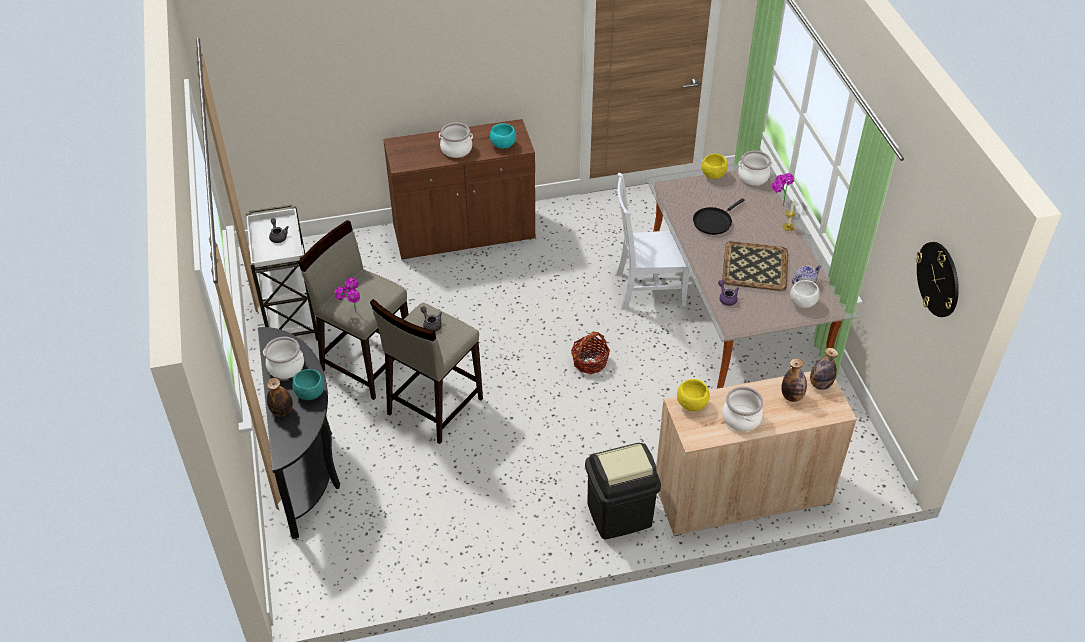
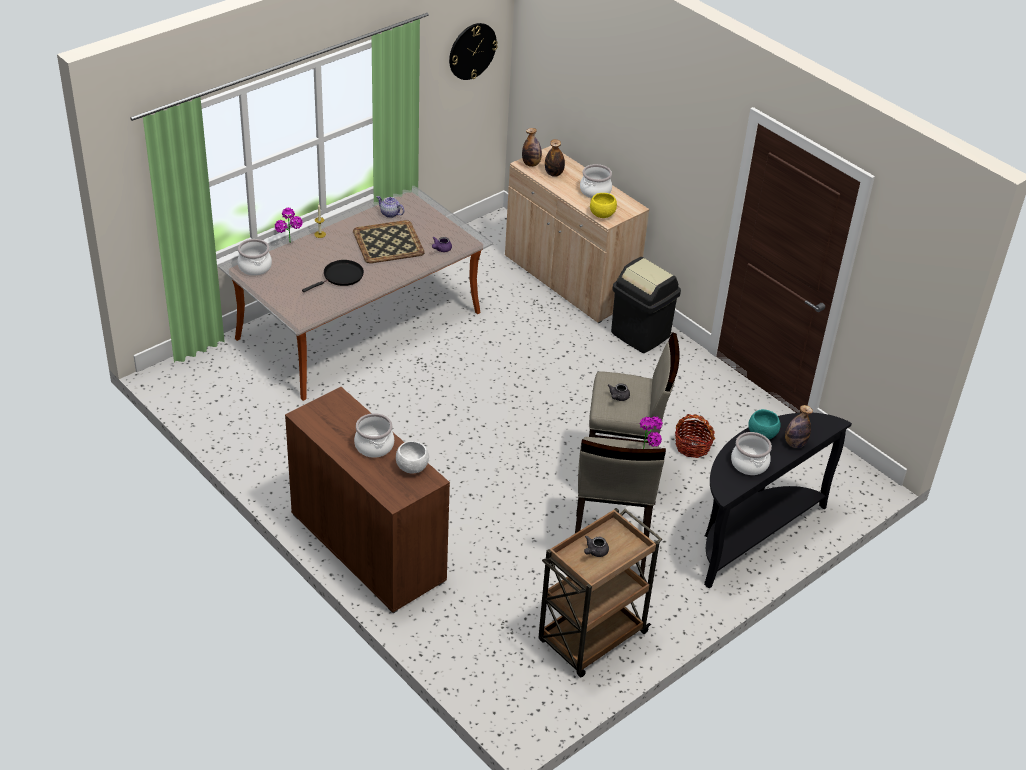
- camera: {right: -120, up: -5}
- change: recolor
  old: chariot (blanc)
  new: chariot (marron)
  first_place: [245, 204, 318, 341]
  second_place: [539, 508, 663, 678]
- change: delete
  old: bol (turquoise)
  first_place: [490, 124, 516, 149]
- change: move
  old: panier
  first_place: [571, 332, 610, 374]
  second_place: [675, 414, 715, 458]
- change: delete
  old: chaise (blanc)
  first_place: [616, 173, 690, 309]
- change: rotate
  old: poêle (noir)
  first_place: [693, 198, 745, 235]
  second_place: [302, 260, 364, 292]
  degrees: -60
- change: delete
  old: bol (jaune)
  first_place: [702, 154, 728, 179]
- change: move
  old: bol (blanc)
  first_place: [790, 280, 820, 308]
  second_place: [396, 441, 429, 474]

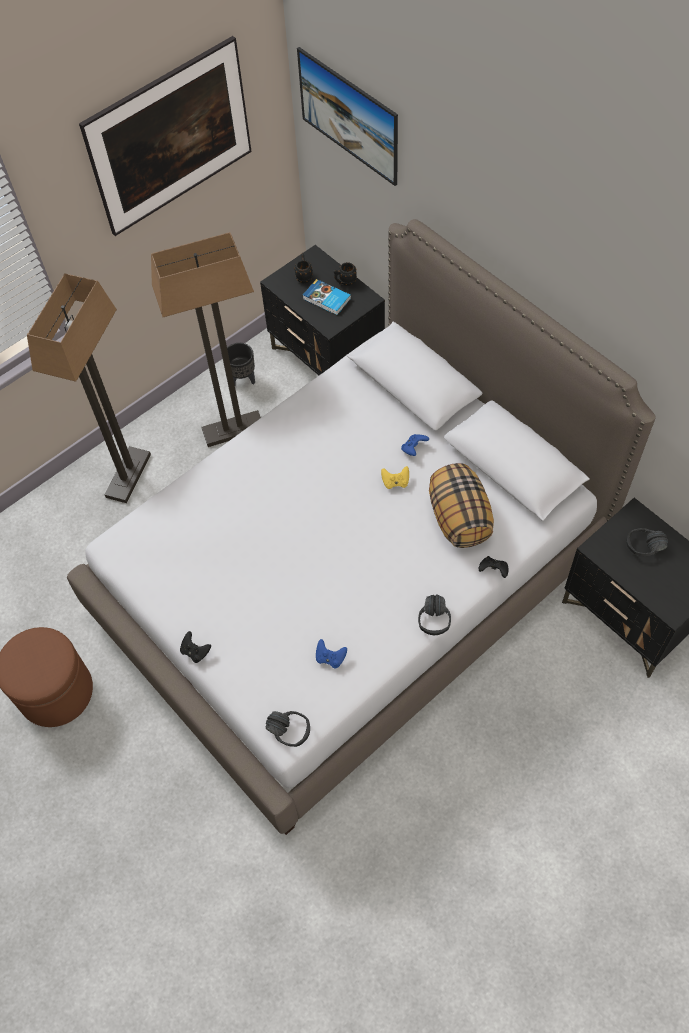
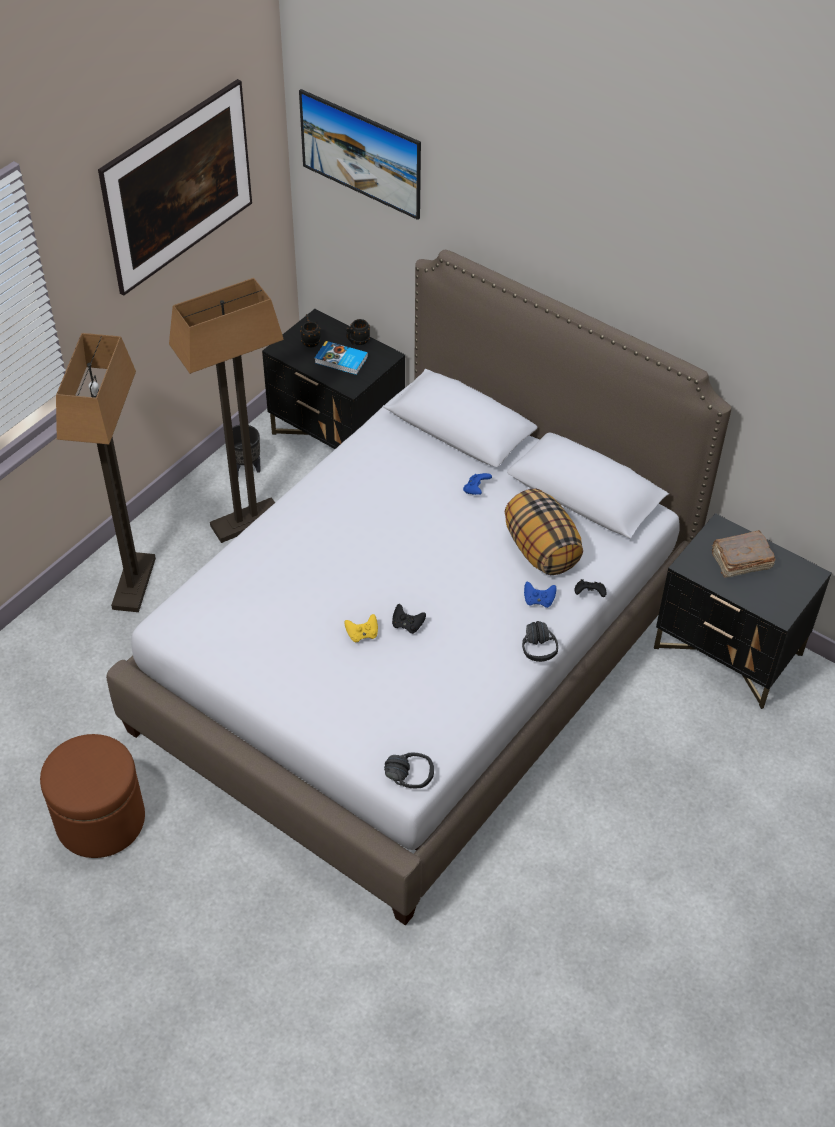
- camera: {right: -15, up: -10}
- change: move
  old: manette (noir)
  first_place: [180, 631, 211, 663]
  second_place: [392, 604, 426, 634]
- change: move
  old: manette (bleu)
  first_place: [316, 639, 347, 668]
  second_place: [524, 582, 557, 608]
- change: move
  old: manette (jaune)
  first_place: [381, 466, 409, 489]
  second_place: [345, 614, 378, 642]
- change: replace
  old: casque audio (noir)
  new: livre (marron)
  first_place: [626, 528, 668, 556]
  second_place: [712, 530, 776, 577]

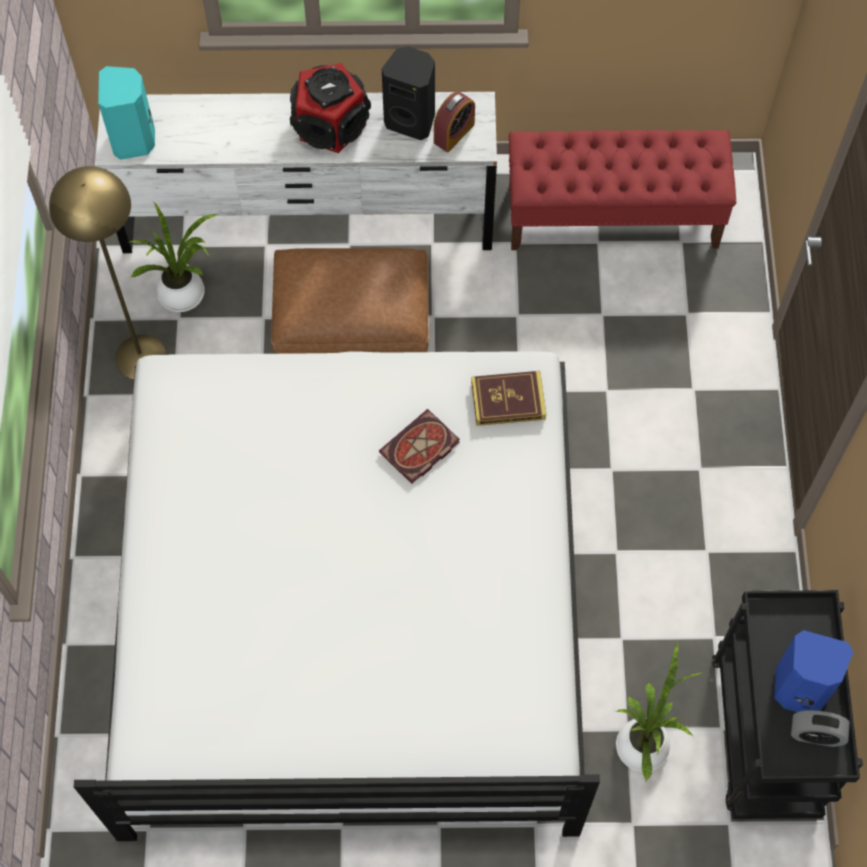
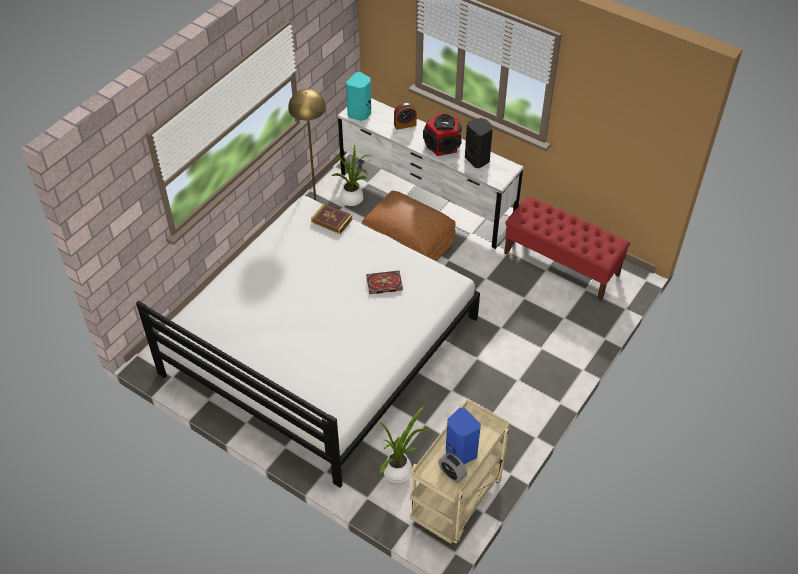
- camera: {right: 35, up: -15}
- change: move
  old: réveil
  first_place: [434, 91, 475, 152]
  second_place: [394, 102, 417, 130]
- change: move
  old: livre
  first_place: [471, 371, 546, 426]
  second_place: [311, 204, 353, 234]
- change: recolor
  old: chariot (noir)
  new: chariot (beige)
  first_place: [712, 590, 863, 819]
  second_place: [410, 399, 510, 544]

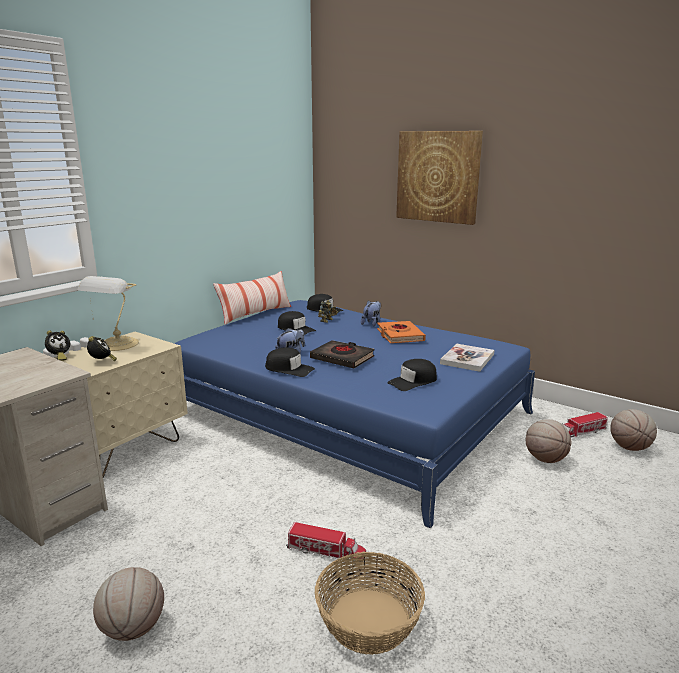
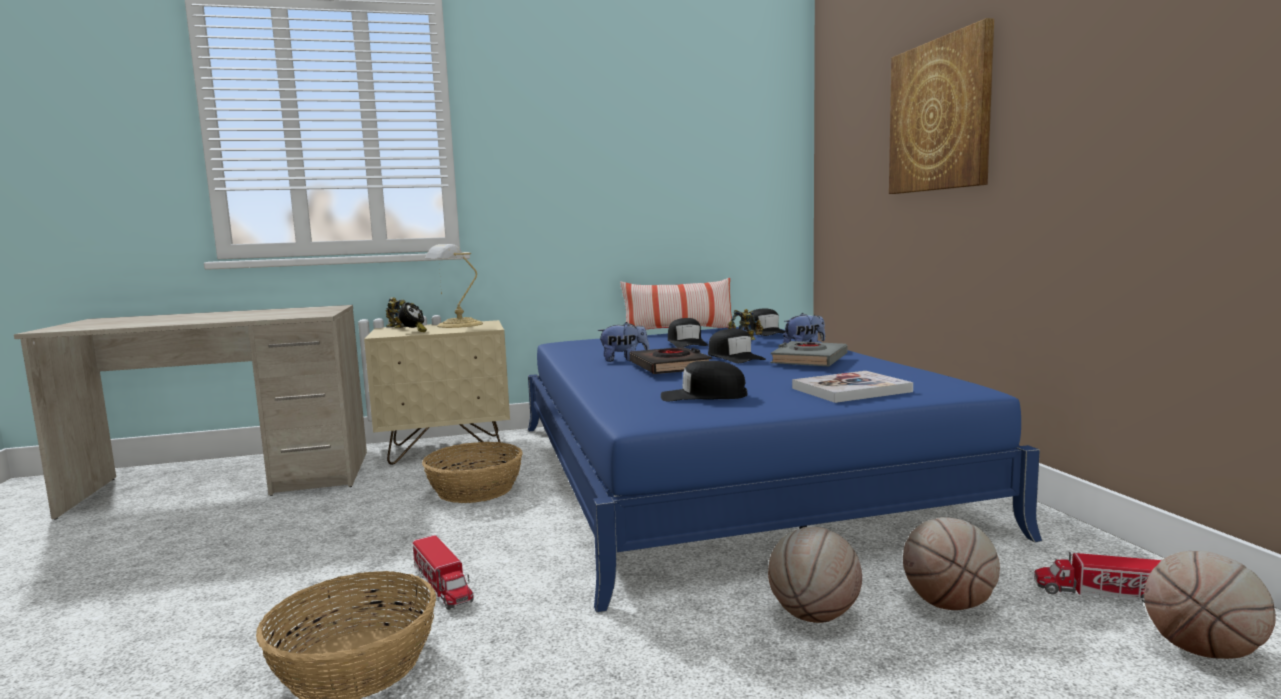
- camera: {right: 40, up: -10}
- change: replace
  old: réveil
  new: robot jouet
  first_place: [45, 330, 70, 361]
  second_place: [386, 297, 407, 328]
- change: move
  old: ballon de basket
  first_place: [93, 567, 164, 641]
  second_place: [768, 527, 862, 623]
- change: move
  old: casquette (noir)
  first_place: [265, 347, 315, 377]
  second_place: [708, 329, 766, 363]
- change: recolor
  old: livre (orange)
  new: livre (gris)
  first_place: [377, 321, 426, 343]
  second_place: [770, 341, 848, 366]
- change: insert
  new: panier
  second_place: [422, 442, 523, 503]

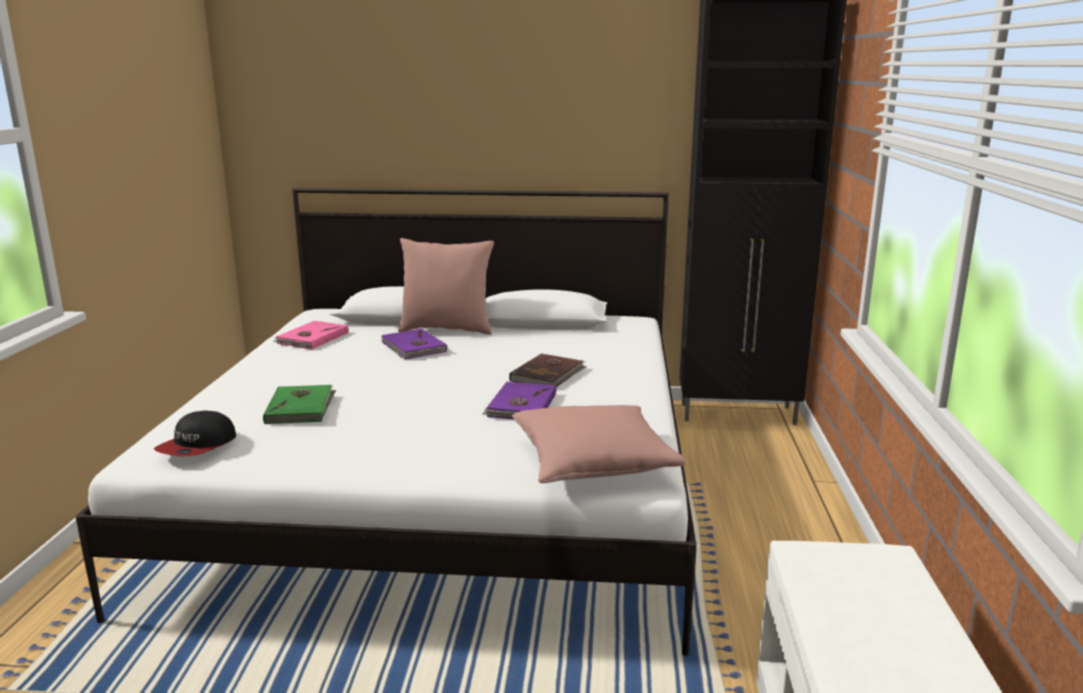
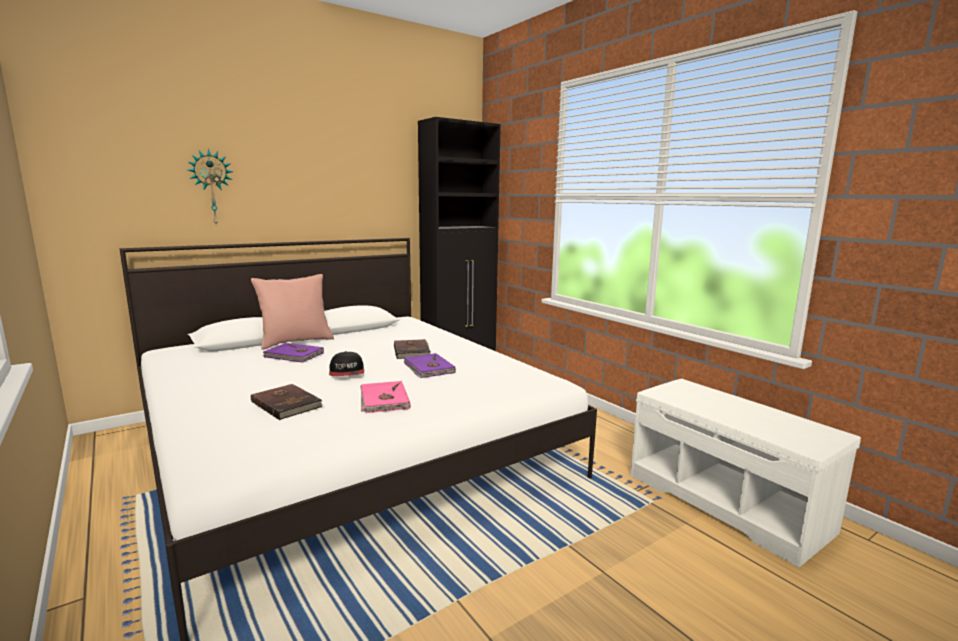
- camera: {right: -40, up: -5}
- change: move
  old: casquette
  first_place: [154, 411, 236, 456]
  second_place: [329, 351, 364, 376]
- change: recolor
  old: livre (vert)
  new: livre (marron)
  first_place: [263, 385, 336, 424]
  second_place: [251, 384, 323, 420]
- change: move
  old: livre (rose)
  first_place: [274, 321, 349, 349]
  second_place: [360, 381, 411, 413]
- change: delete
  old: coussin (rose)
  first_place: [512, 405, 687, 483]
- change: insert
  new: horloge murale
  second_place: [187, 149, 233, 226]

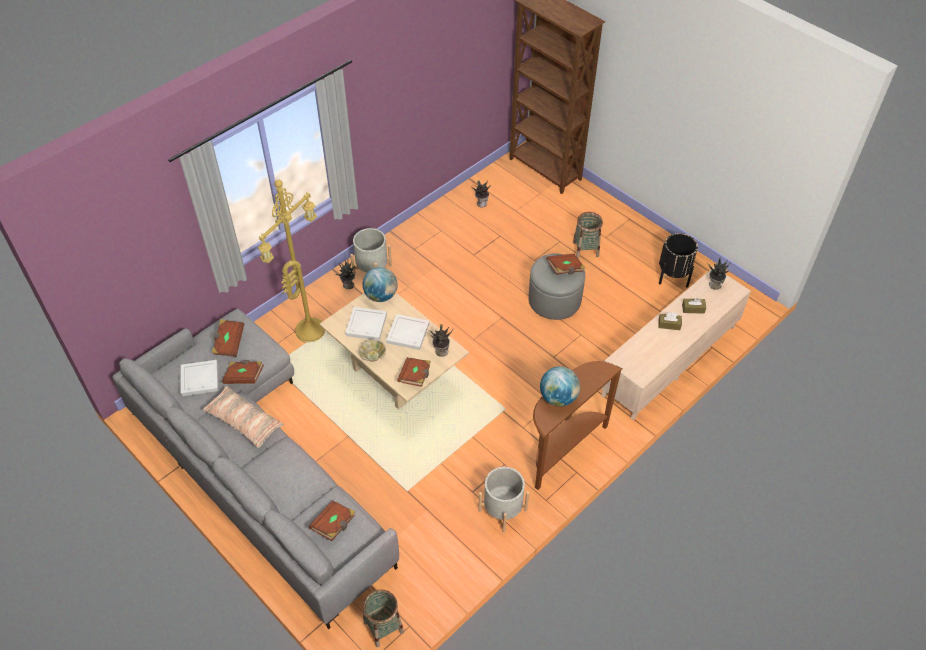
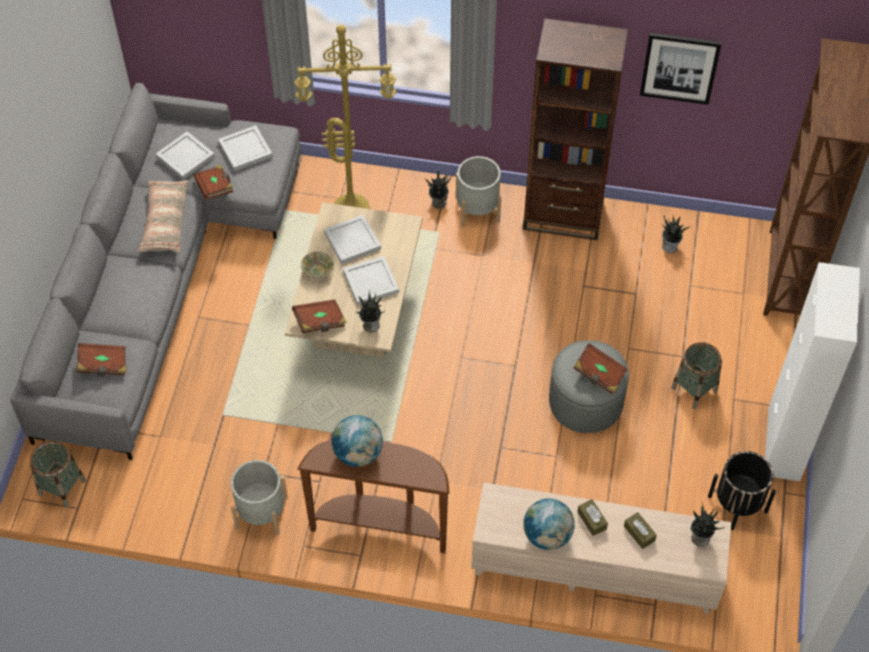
- camera: {right: 55, up: 5}
- change: replace
  old: livre (marron)
  new: plateau (blanc)
  first_place: [212, 319, 244, 357]
  second_place: [218, 125, 273, 171]
- change: move
  old: globe
  first_place: [363, 267, 398, 302]
  second_place: [523, 498, 575, 550]
- change: insert
  new: bibliothèque (marron)
  second_place: [523, 18, 628, 240]
- change: insert
  new: tableau
  second_place: [640, 33, 722, 105]
- change: insert
  new: meuble de rangement (blanc)
  second_place: [765, 262, 860, 481]

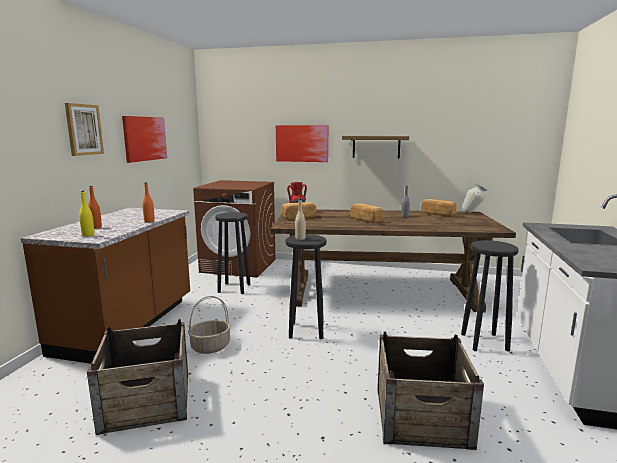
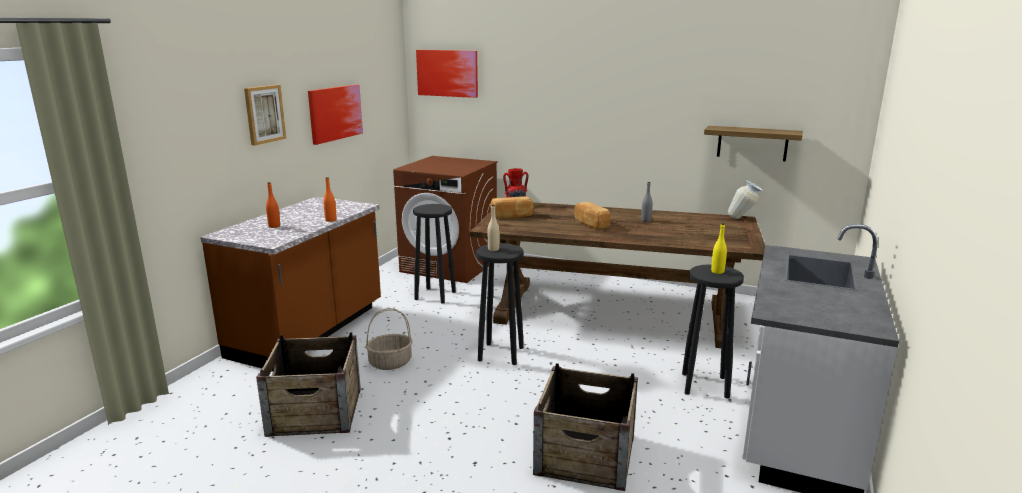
- camera: {right: 10, up: 5}
- change: move
  old: bouteille (jaune)
  first_place: [79, 190, 94, 237]
  second_place: [711, 223, 727, 274]
- change: move
  old: tableau
  first_place: [276, 125, 328, 162]
  second_place: [416, 50, 478, 98]
- change: move
  old: étagère
  first_place: [342, 136, 409, 159]
  second_place: [704, 126, 803, 161]
- change: delete
  old: pain
  first_place: [421, 199, 456, 216]

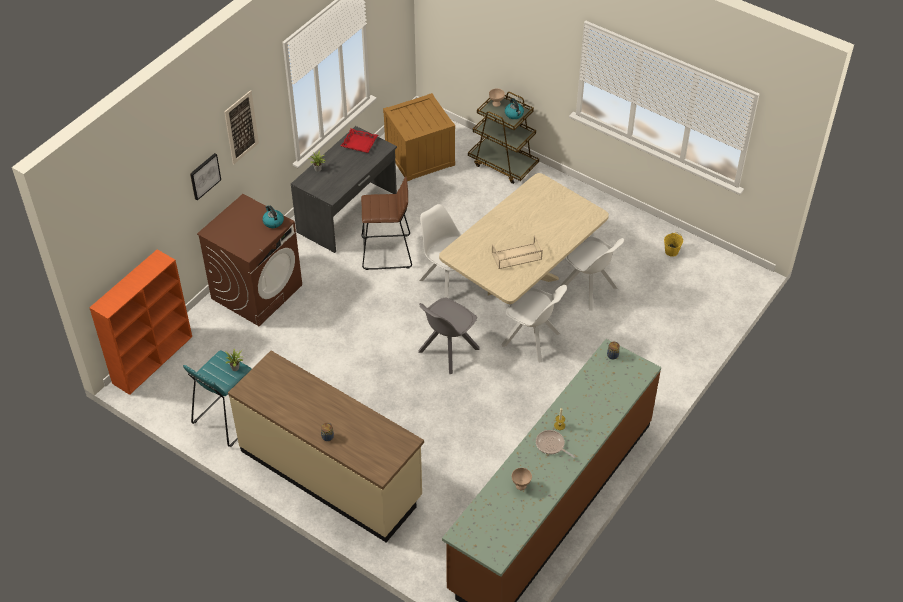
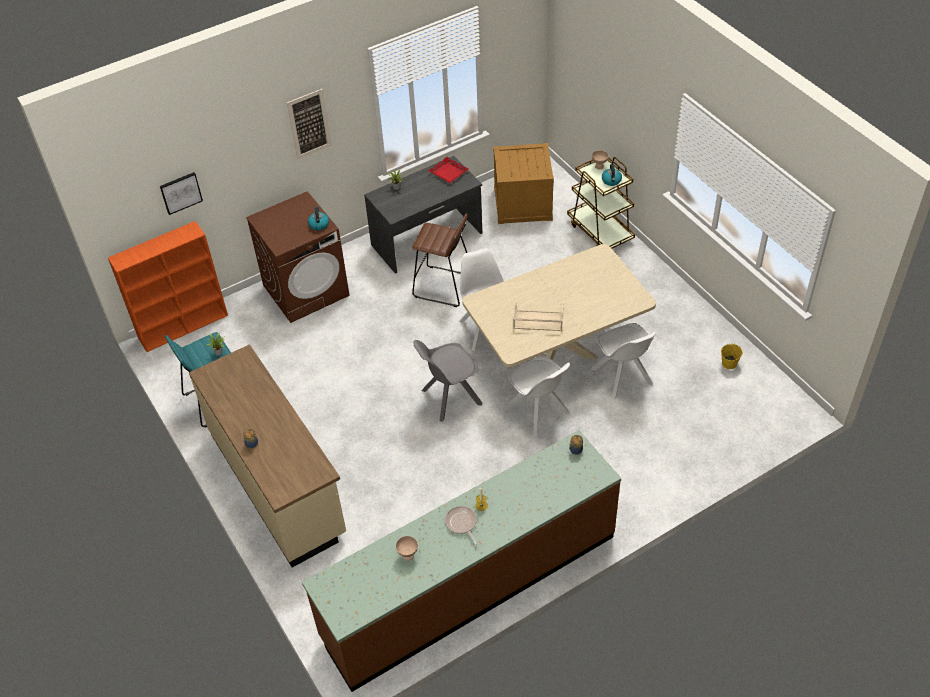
- camera: {right: 25, up: 0}
- change: move
  old: tableau
  first_place: [190, 153, 221, 200]
  second_place: [160, 172, 203, 215]

